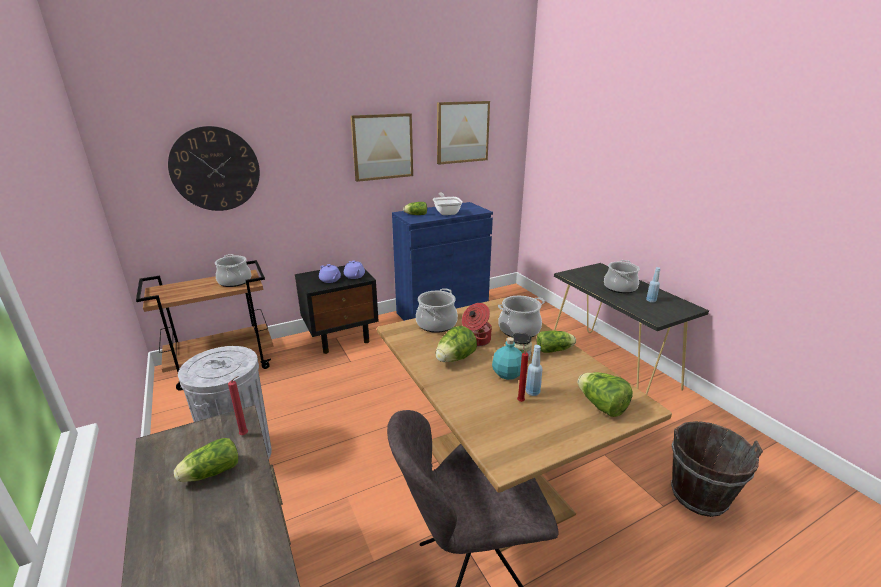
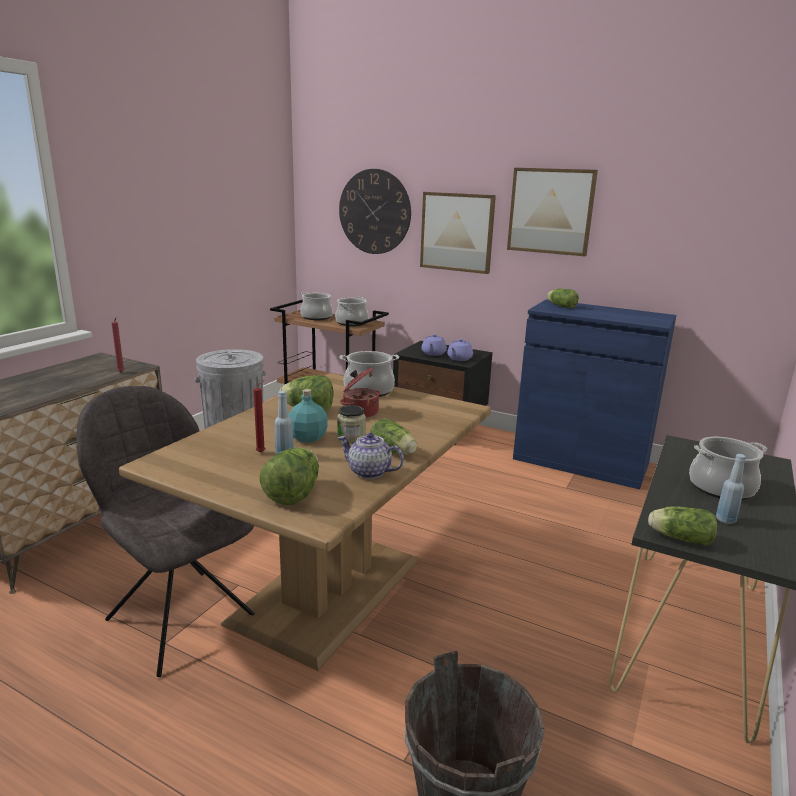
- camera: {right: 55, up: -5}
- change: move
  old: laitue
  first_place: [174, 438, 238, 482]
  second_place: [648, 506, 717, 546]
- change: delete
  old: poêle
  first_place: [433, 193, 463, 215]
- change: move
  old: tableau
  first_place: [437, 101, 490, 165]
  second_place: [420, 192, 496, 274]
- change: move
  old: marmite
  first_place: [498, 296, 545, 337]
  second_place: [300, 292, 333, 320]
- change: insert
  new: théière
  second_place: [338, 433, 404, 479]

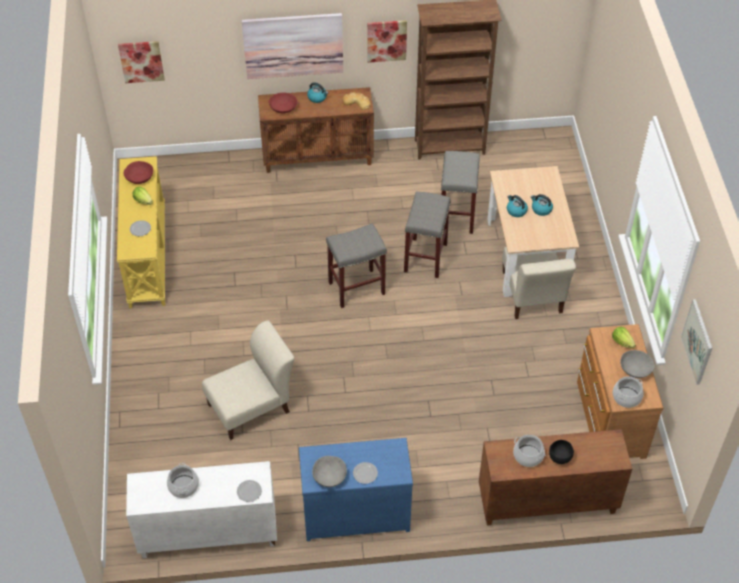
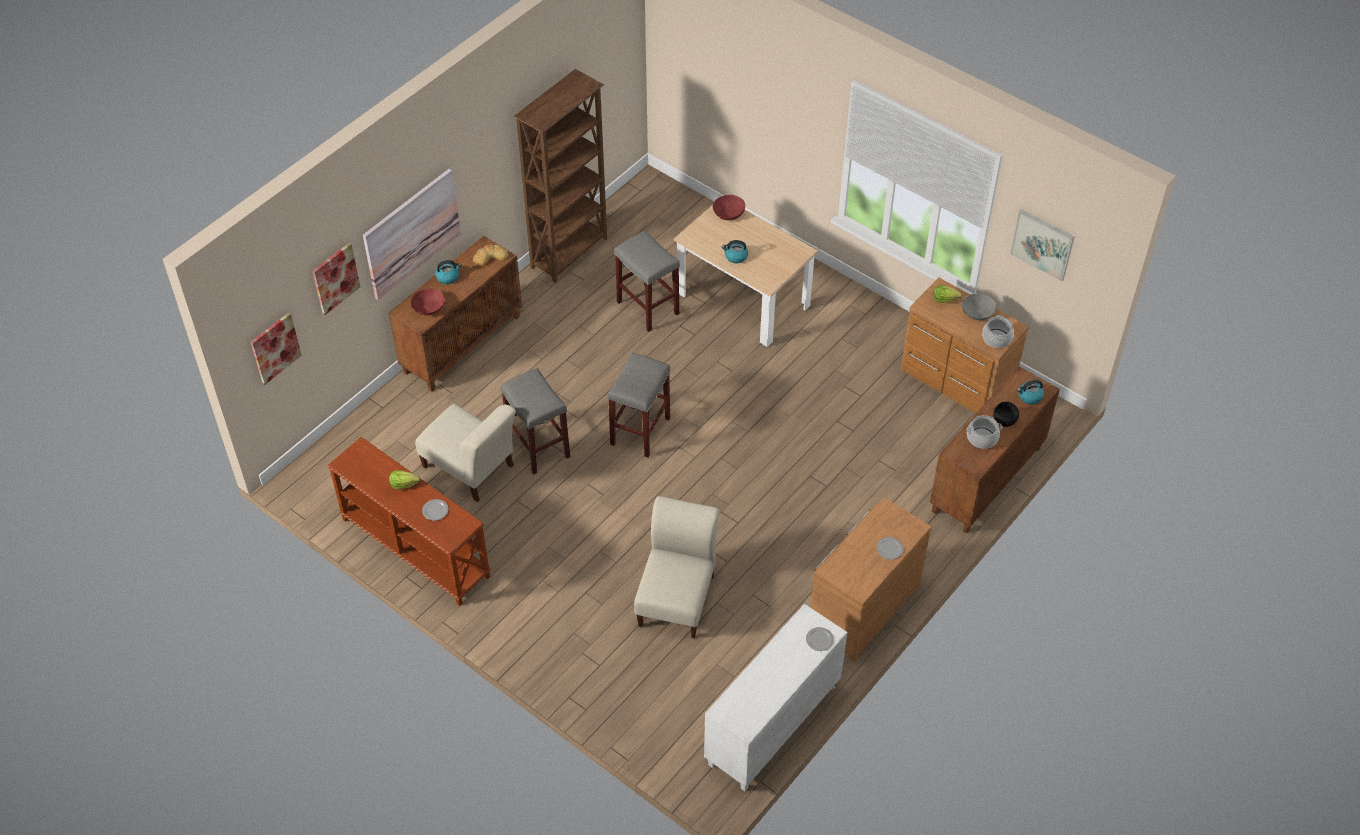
- camera: {right: -45, up: 0}
- change: recolor
  old: table console (jaune)
  new: table console (marron)
  first_place: [117, 156, 165, 308]
  second_place: [327, 437, 491, 606]
- change: move
  old: bol (rouge)
  first_place: [124, 161, 153, 184]
  second_place: [713, 195, 745, 220]
- change: delete
  old: marmite
  first_place: [167, 463, 199, 498]
- change: recolor
  old: commode (bleu)
  new: commode (marron)
  first_place: [299, 438, 413, 541]
  second_place: [811, 497, 932, 662]
- change: delete
  old: bol (gris)
  first_place: [312, 456, 347, 487]
- change: move
  old: tableau
  first_place: [367, 20, 407, 63]
  second_place: [313, 243, 360, 315]
- change: move
  old: tabouret (gris)
  first_place: [404, 191, 451, 278]
  second_place: [500, 368, 570, 475]
- change: move
  old: chaise (beige)
  first_place: [502, 247, 576, 319]
  second_place: [415, 404, 516, 502]
- change: move
  old: bouilloire
  first_place: [531, 194, 553, 216]
  second_place: [1017, 380, 1044, 404]

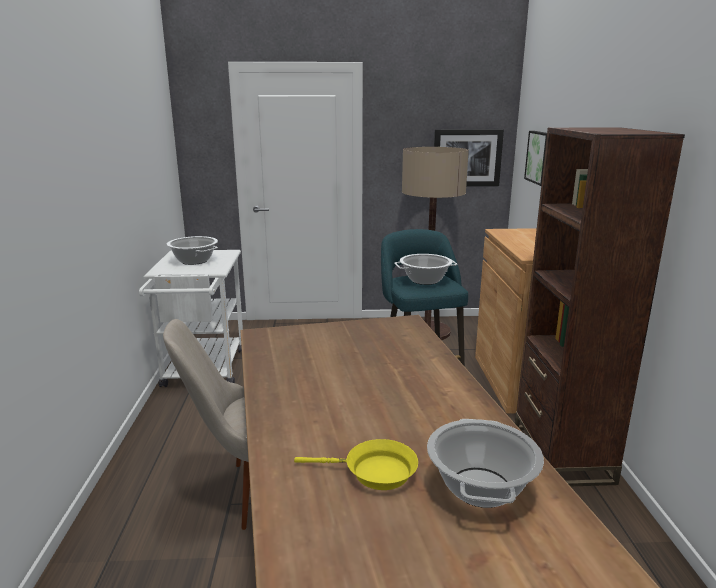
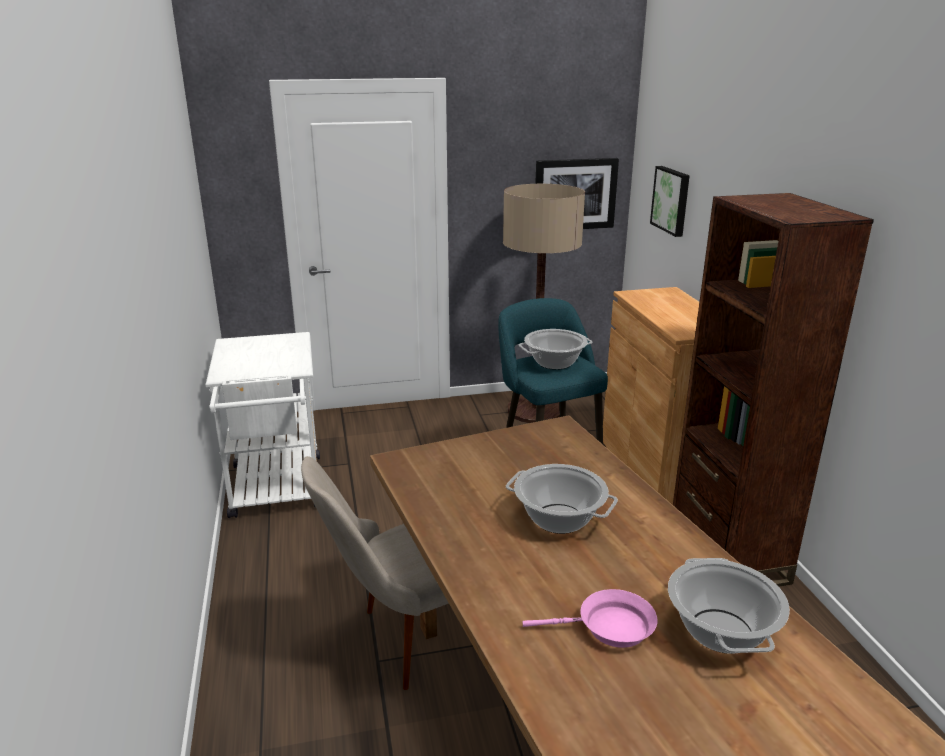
- camera: {right: -10, up: 5}
- change: move
  old: marmite
  first_place: [167, 236, 218, 265]
  second_place: [506, 464, 618, 534]
- change: recolor
  old: poêle (jaune)
  new: poêle (rose)
  first_place: [294, 439, 418, 490]
  second_place: [523, 589, 657, 648]

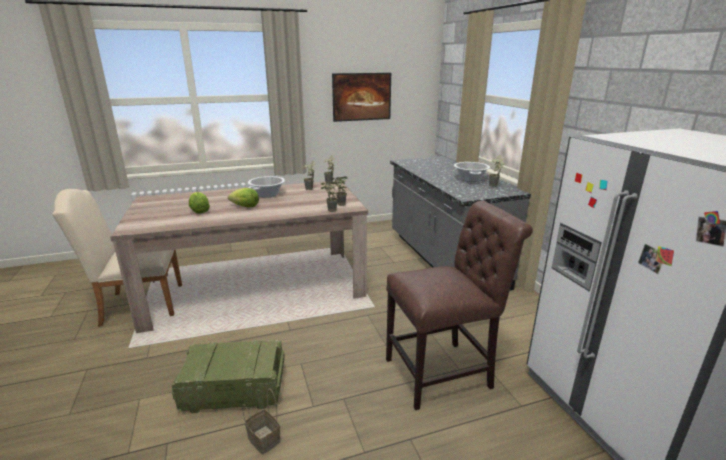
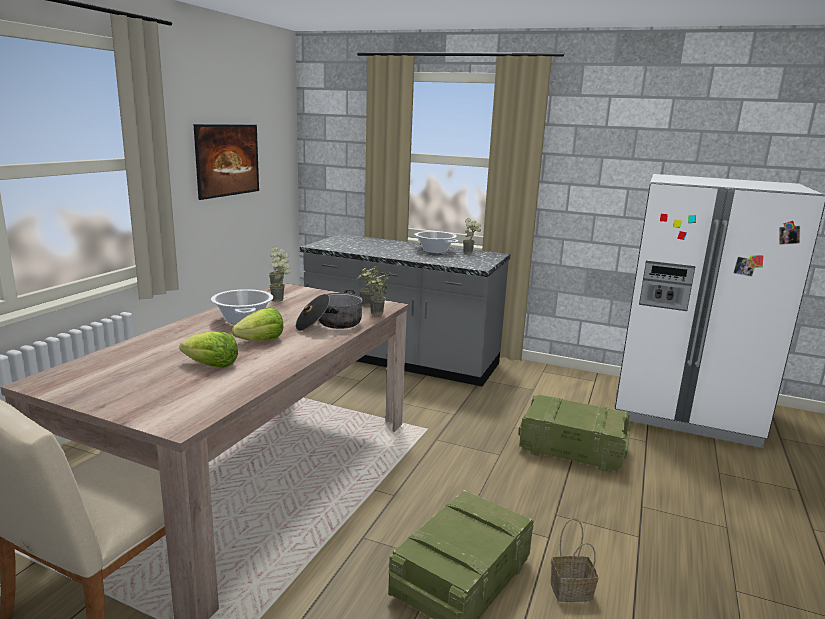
- camera: {right: -50, up: -5}
- change: replace
  old: chaise (marron)
  new: caisse
  first_place: [386, 201, 533, 410]
  second_place: [518, 394, 631, 472]
- change: insert
  new: marmite
  second_place: [296, 290, 363, 331]

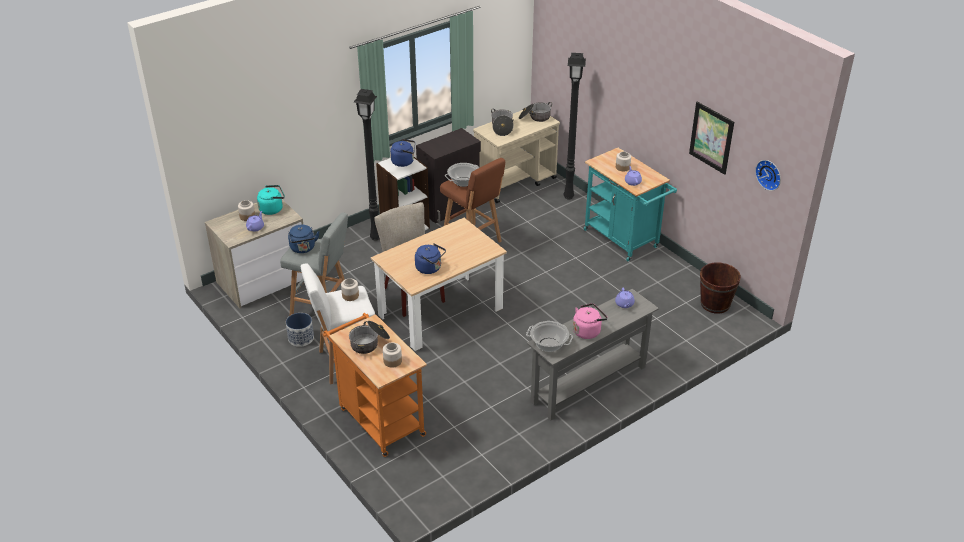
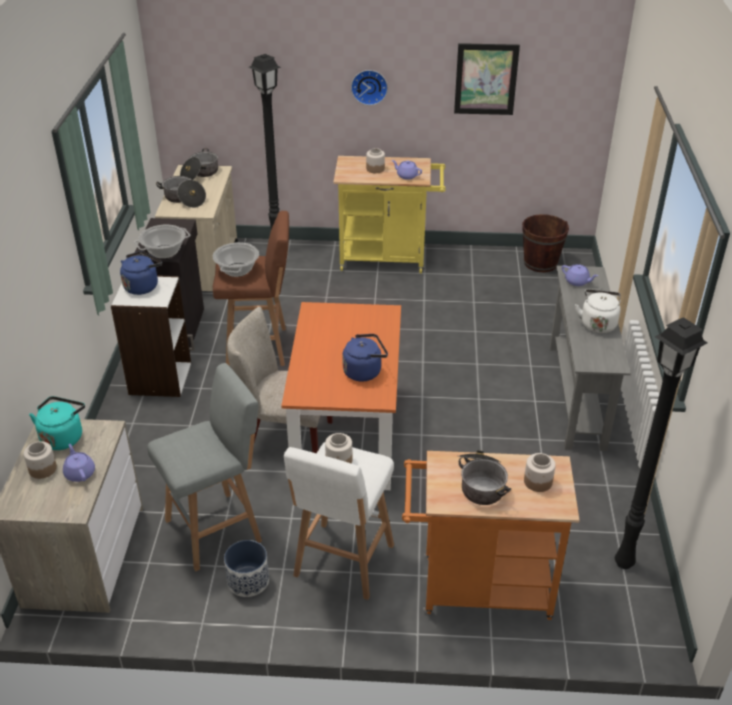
- camera: {right: -50, up: 0}
- change: delete
  old: bouilloire (bleu)
  first_place: [288, 225, 319, 253]
- change: move
  old: lampadaire (noir)
  first_place: [354, 89, 380, 241]
  second_place: [615, 317, 708, 569]
- change: recolor
  old: table à manger (beige)
  new: table à manger (orange)
  first_place: [371, 218, 507, 351]
  second_place: [281, 302, 401, 490]
- change: move
  old: marmite
  first_place: [526, 321, 573, 352]
  second_place: [134, 225, 190, 259]
- change: recolor
  old: bouilloire (rose)
  new: bouilloire (blanc)
  first_place: [573, 303, 608, 339]
  second_place: [575, 289, 621, 333]
- change: recolor
  old: chariot (turquoise)
  new: chariot (jaune)
  first_place: [583, 148, 677, 261]
  second_place: [333, 156, 446, 274]
- change: move
  old: horloge murale
  first_place: [755, 160, 781, 191]
  second_place: [351, 70, 388, 105]

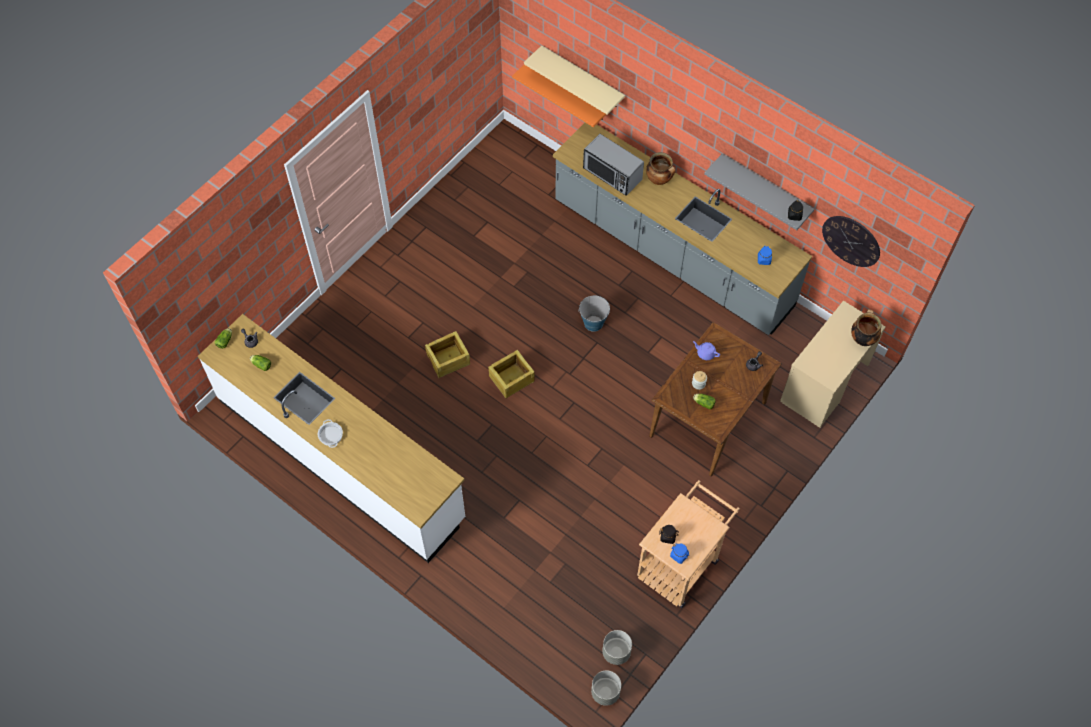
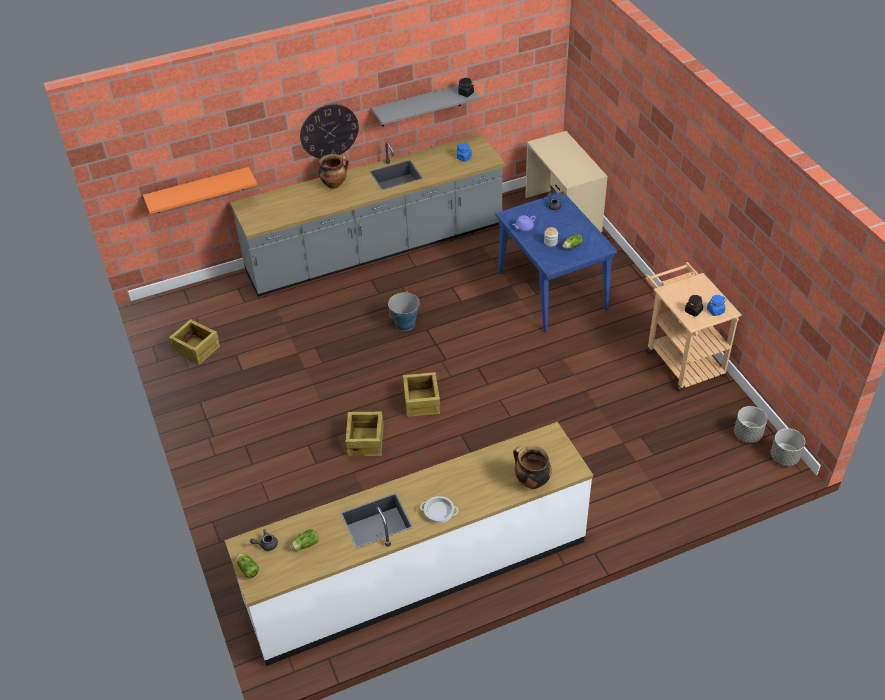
- camera: {right: -60, up: -15}
- change: delete
  old: étagère (beige)
  first_place: [524, 45, 625, 115]
- change: delete
  old: micro-ondes
  first_place: [583, 134, 644, 196]
- change: recolor
  old: table à manger (marron)
  new: table à manger (bleu)
  first_place: [649, 322, 782, 476]
  second_place: [496, 192, 618, 332]
- change: move
  old: horloge murale
  first_place: [822, 216, 880, 267]
  second_place: [300, 104, 359, 159]
- change: move
  old: marmite
  first_place: [851, 309, 882, 346]
  second_place: [513, 446, 552, 489]
- change: insert
  new: caisse
  second_place: [169, 319, 220, 365]

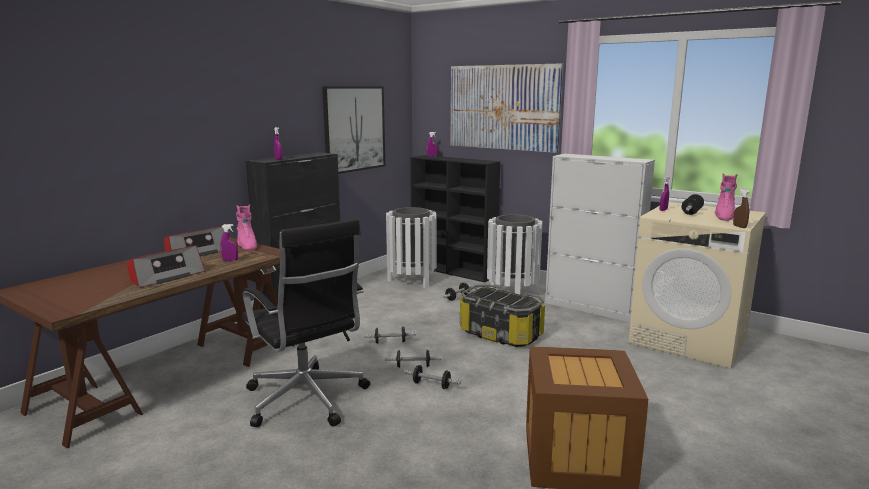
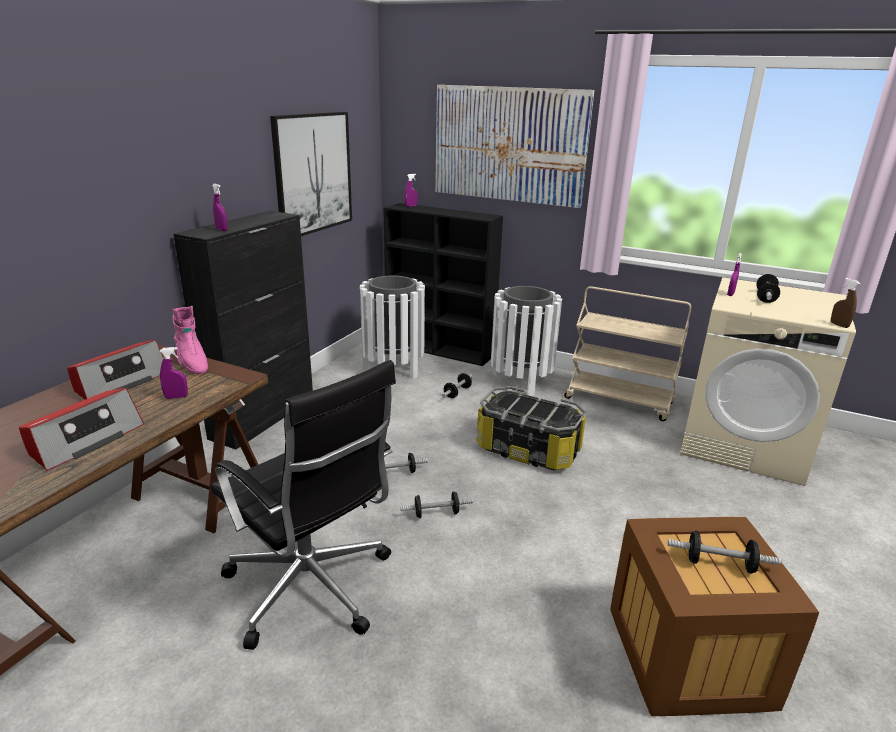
- camera: {right: -10, up: 10}
- change: move
  old: haltère
  first_place: [404, 365, 461, 389]
  second_place: [667, 531, 781, 574]
- change: replace
  old: meuble de rangement (blanc)
  new: chariot (beige)
  first_place: [545, 154, 655, 322]
  second_place: [564, 286, 691, 421]
- change: delete
  old: botte (rose)
  first_place: [715, 173, 738, 221]

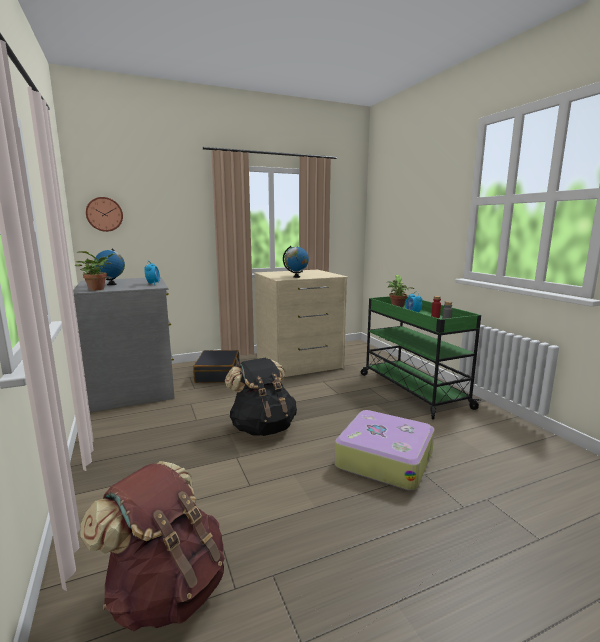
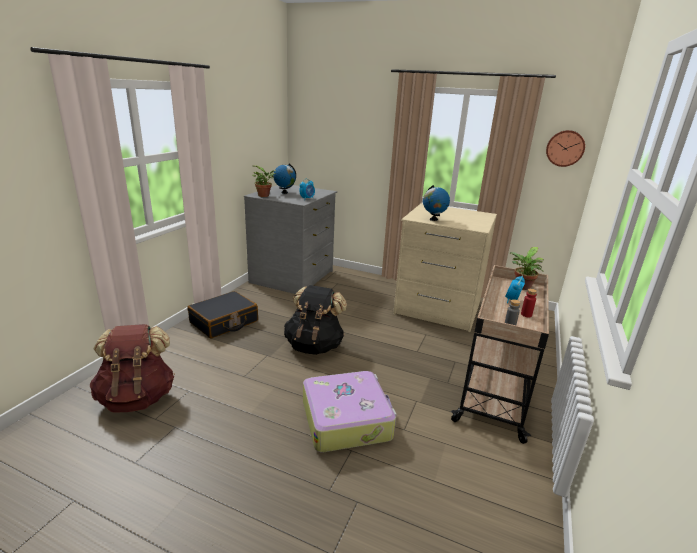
- camera: {right: 45, up: 10}
- change: move
  old: horloge murale
  first_place: [86, 197, 123, 232]
  second_place: [546, 130, 585, 167]
- change: move
  old: valise (noir)
  first_place: [193, 350, 240, 383]
  second_place: [187, 291, 258, 338]
- change: recolor
  old: chariot (vert)
  new: chariot (beige)
  first_place: [361, 296, 481, 420]
  second_place: [451, 265, 549, 444]

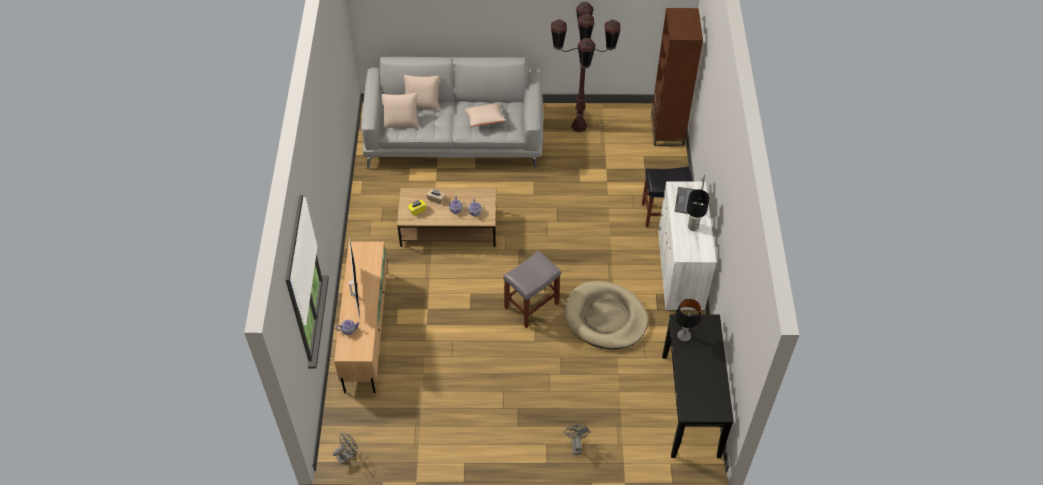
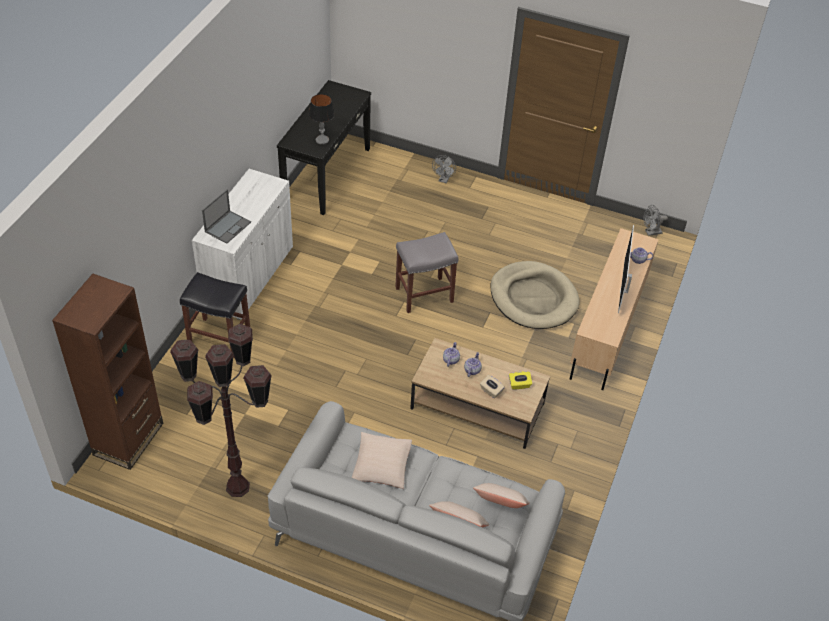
- camera: {right: -160, up: -5}
- change: move
  old: panier pour chien (beige)
  first_place: [564, 281, 648, 349]
  second_place: [490, 261, 580, 329]
- change: delete
  old: lampe de table (noir)
  first_place: [687, 189, 710, 231]

